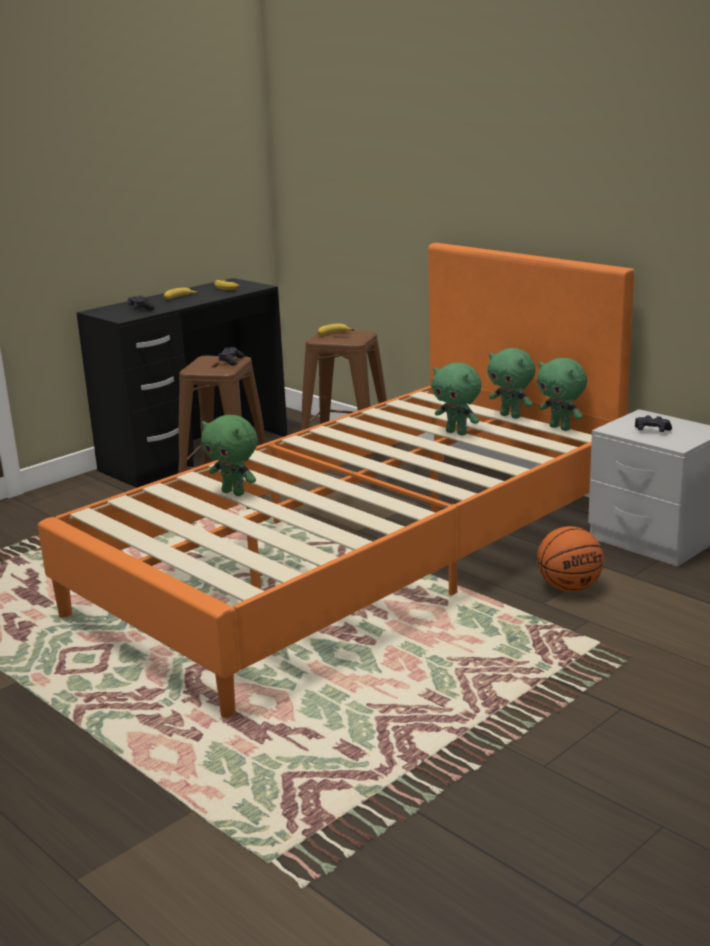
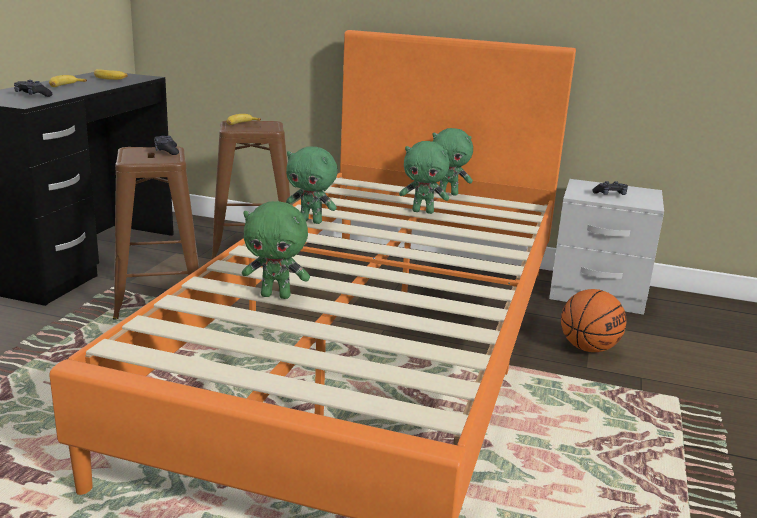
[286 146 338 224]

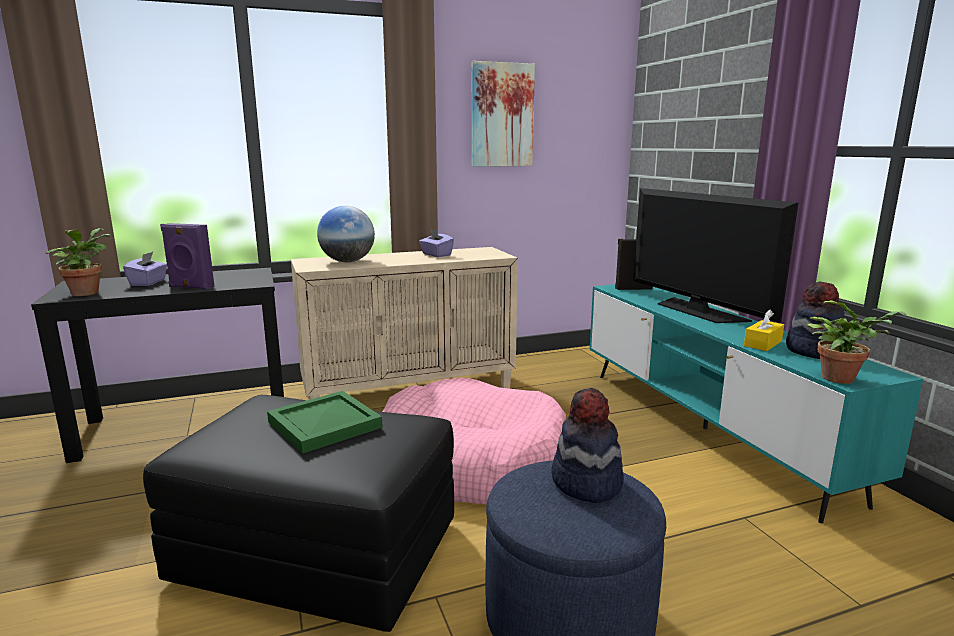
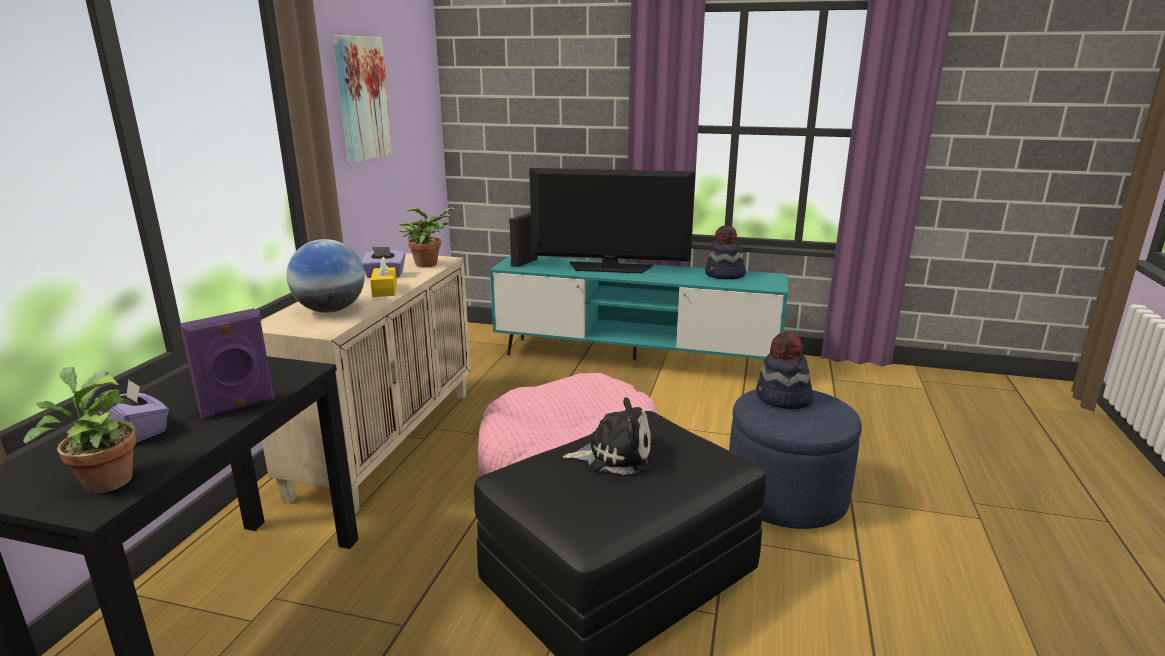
[370 257 397 297]
[399 208 456 267]
[563 397 651 475]

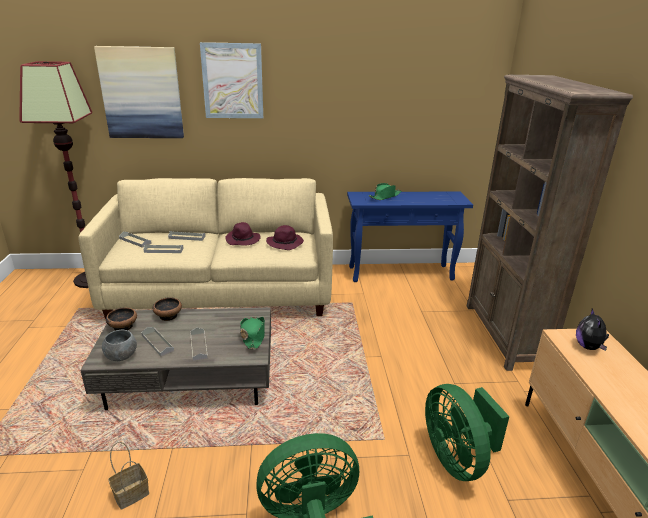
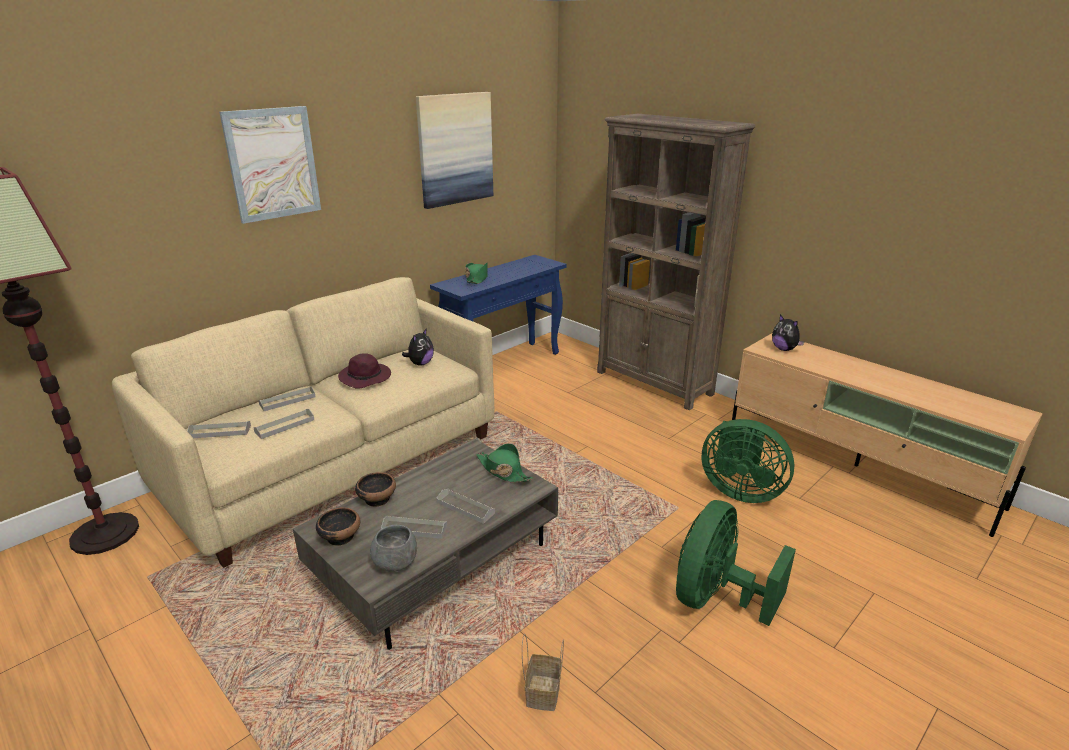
[402 328 434 366]
[416 92 493 209]

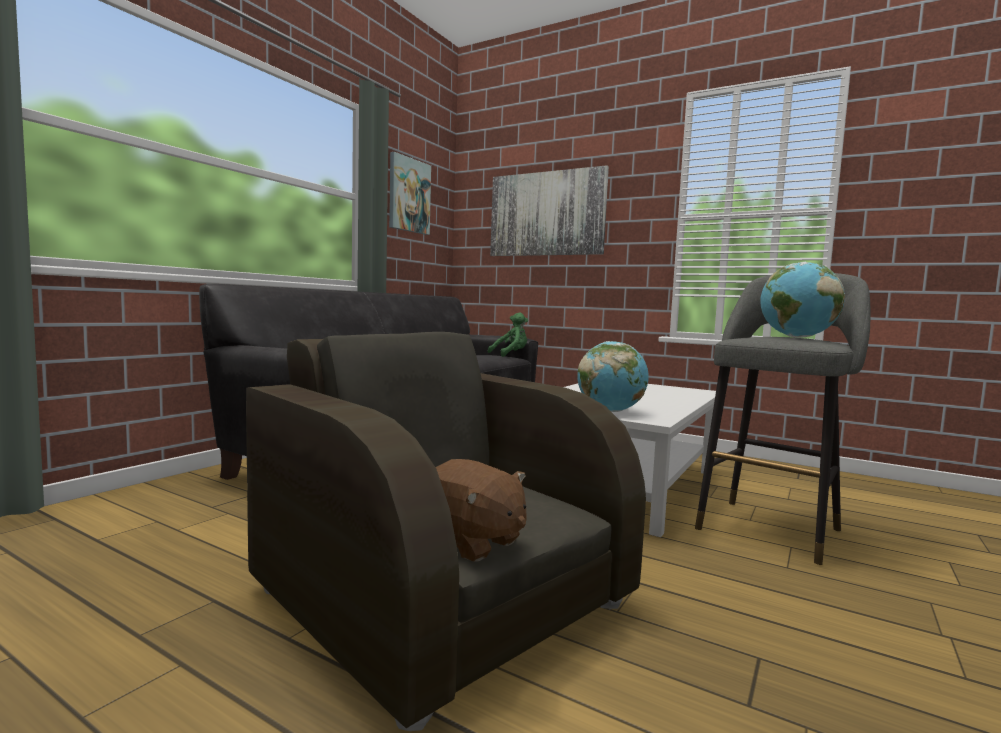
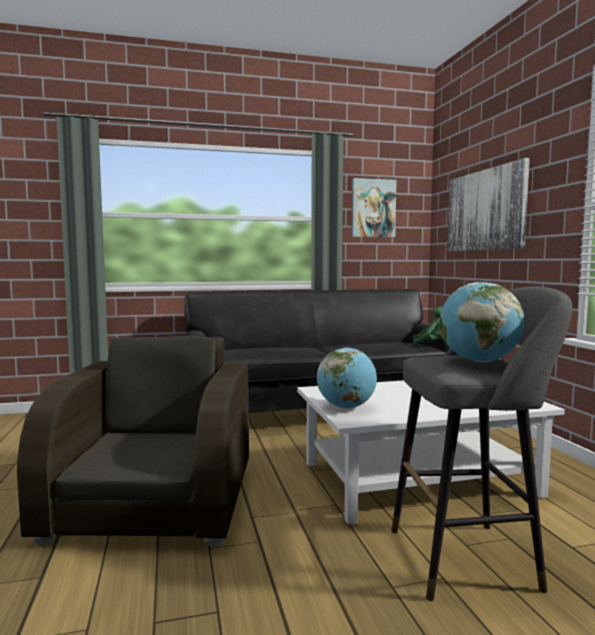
[436 459 527 562] (first image)

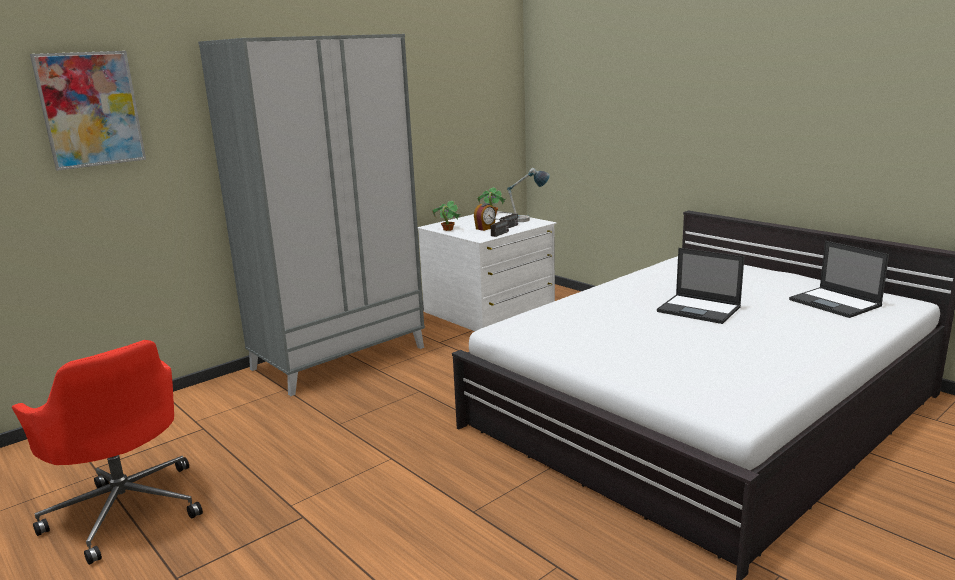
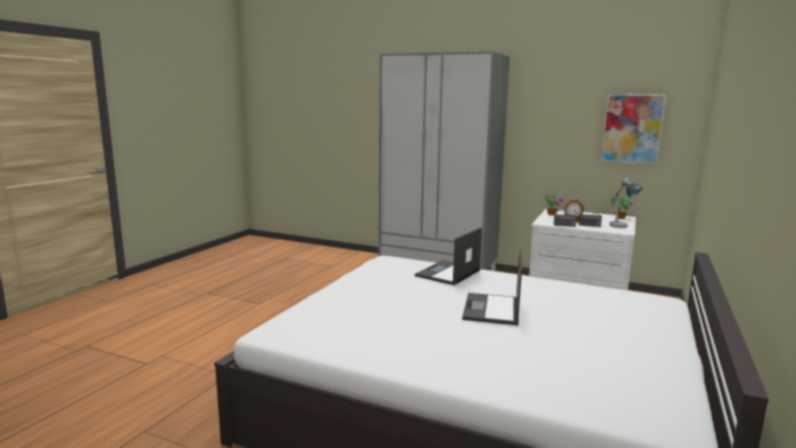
[415 227 482 285]
[600 94 666 165]
[12 340 203 565] (first image)

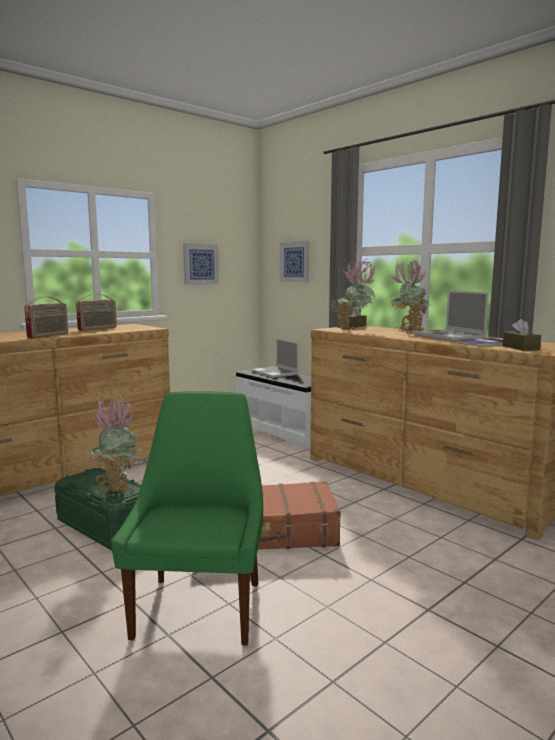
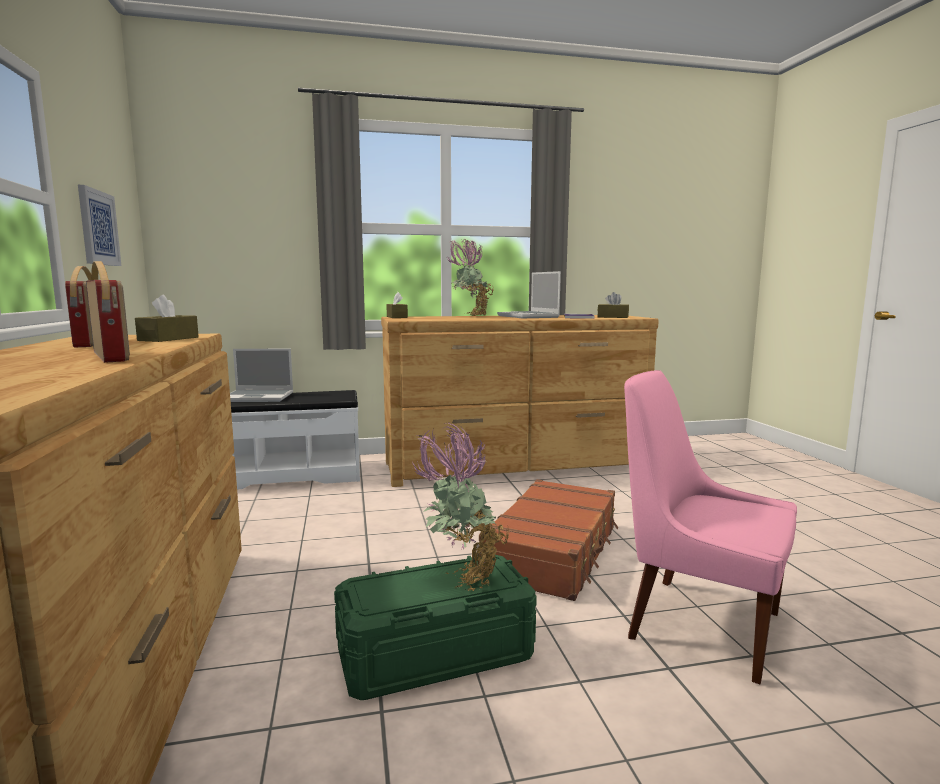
[135 295 199 342]
[497 271 561 318]
[624 370 797 684]
[280 241 309 282] (first image)
[330 259 376 332] (first image)

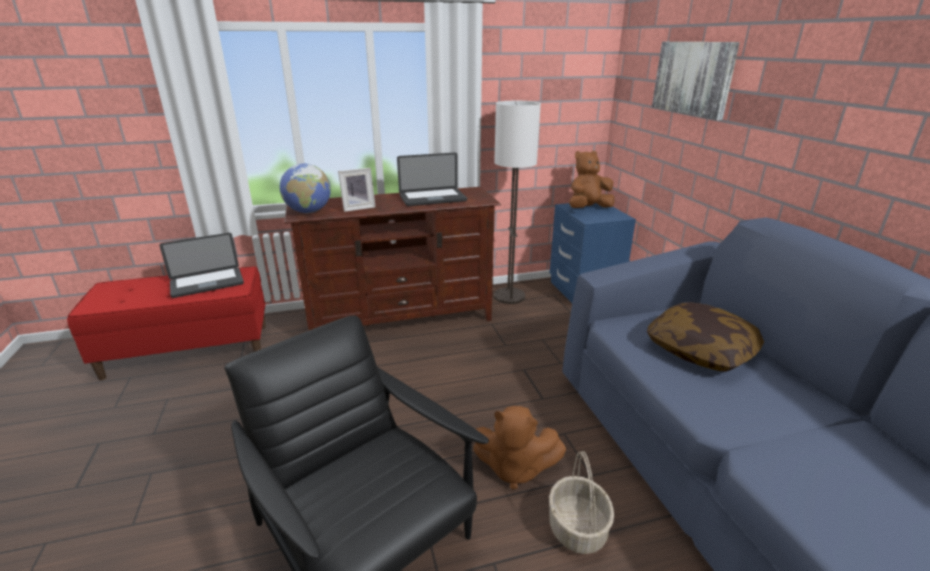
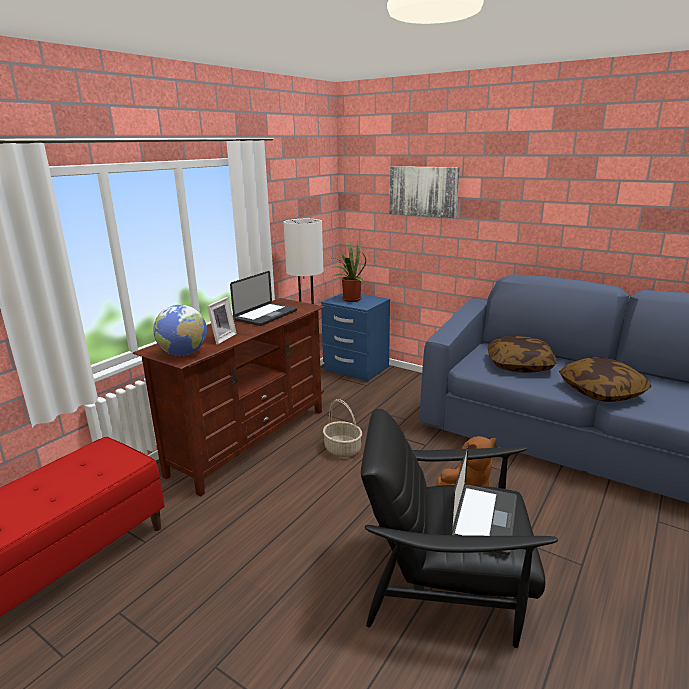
[323 399 362 457]
[333 241 366 302]
[450 443 517 555]
[559 357 652 402]

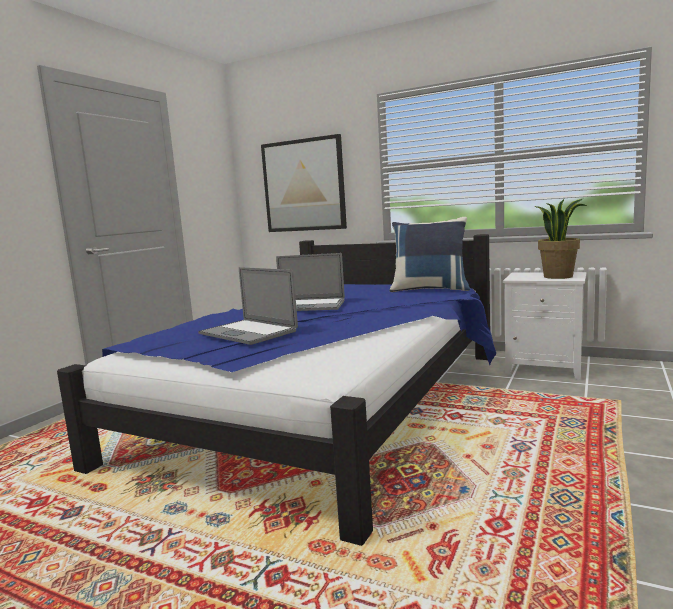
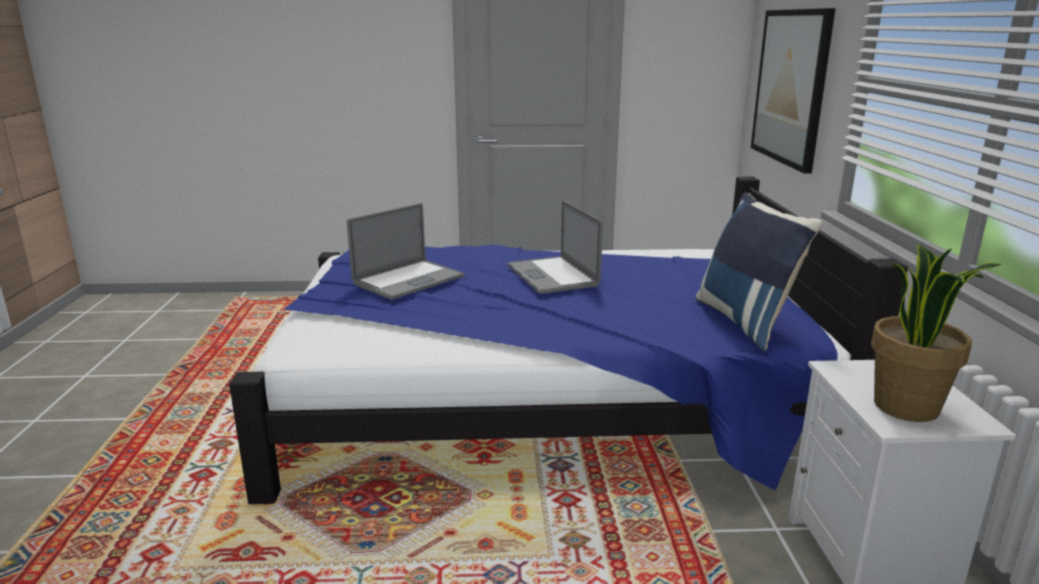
[347 203 465 300]

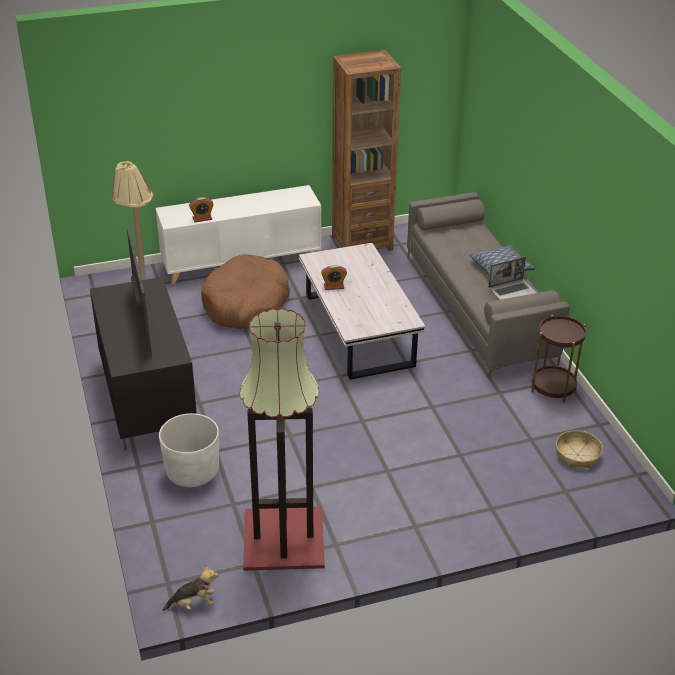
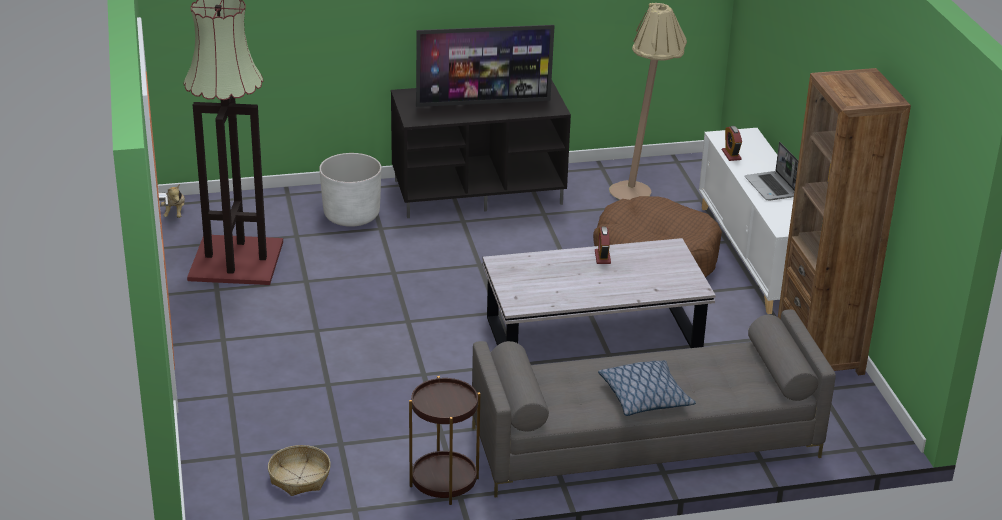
[745 142 799 200]

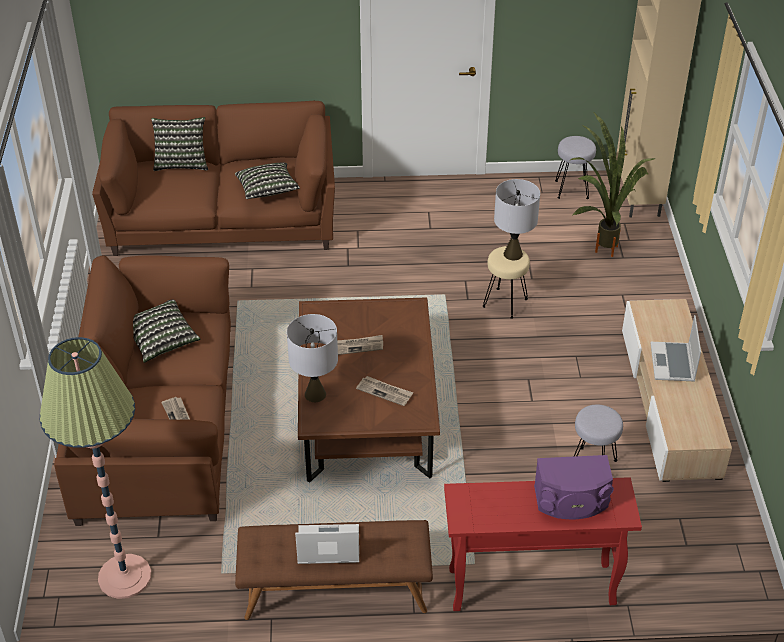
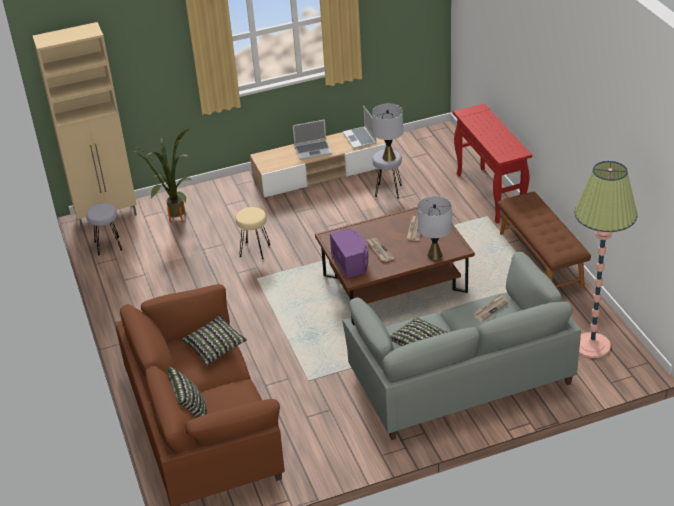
[330 228 368 278]
[342 106 376 149]
[342 252 581 440]
[372 104 403 162]

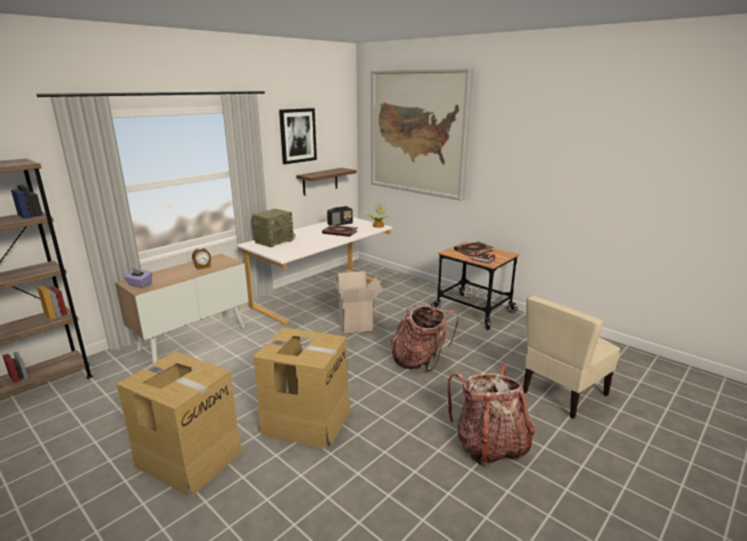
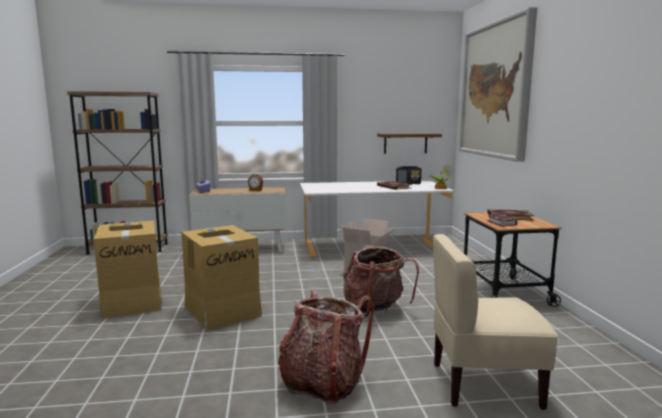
[252 209 295 248] (first image)
[279 108 317 164] (first image)

